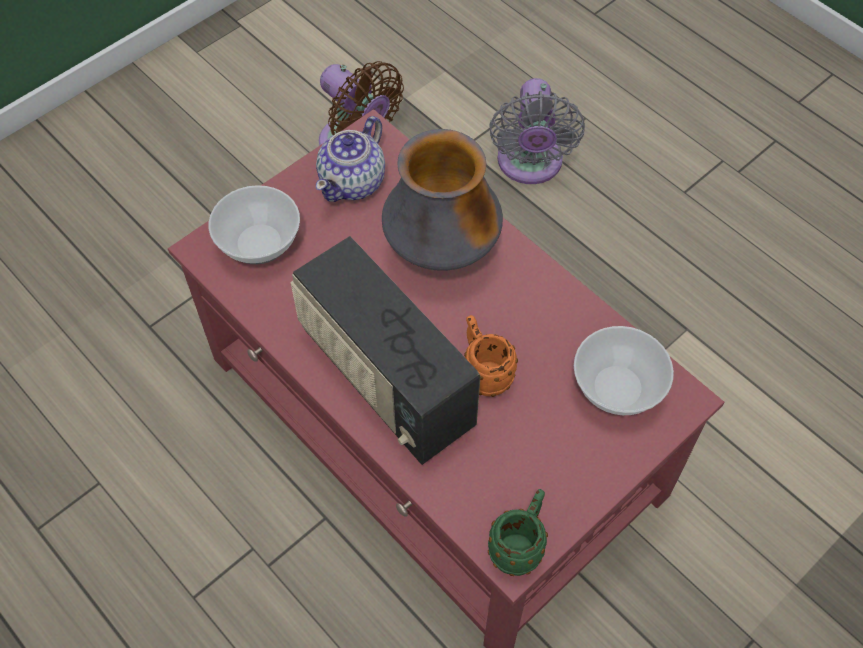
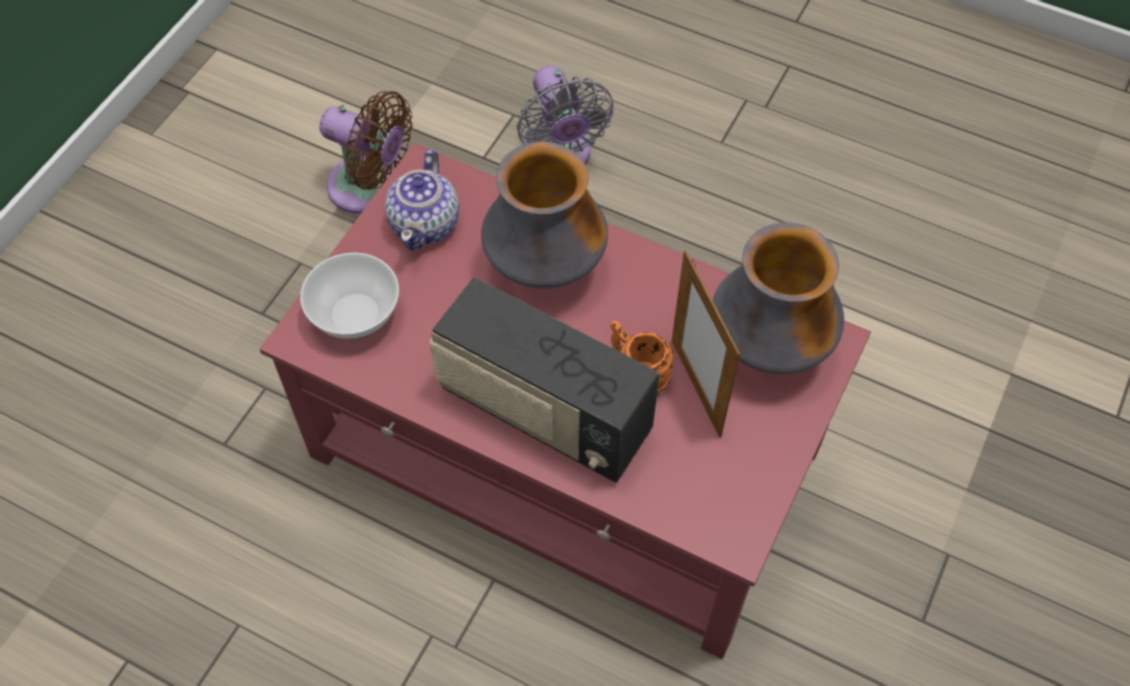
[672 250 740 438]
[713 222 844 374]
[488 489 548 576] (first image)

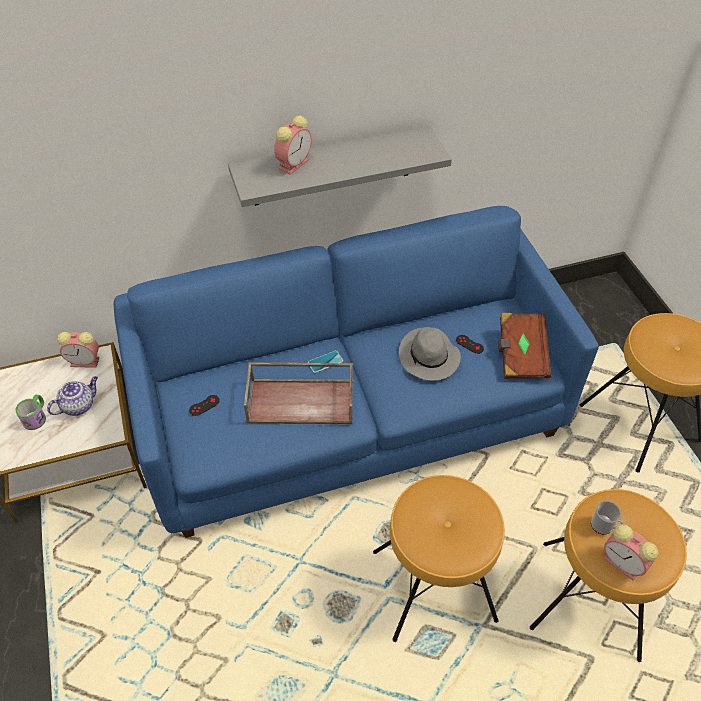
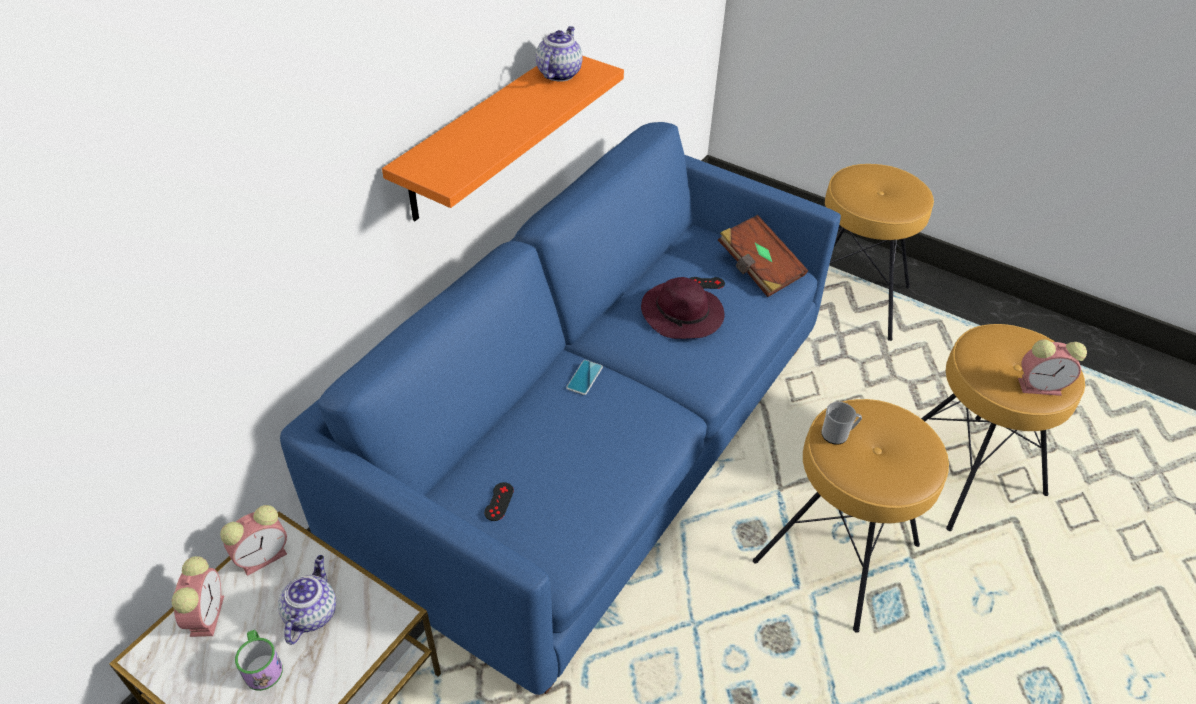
[172 556 224 637]
[382 56 624 221]
[536 26 583 82]
[641 277 725 339]
[822 402 862 445]
[244 363 353 424] (first image)

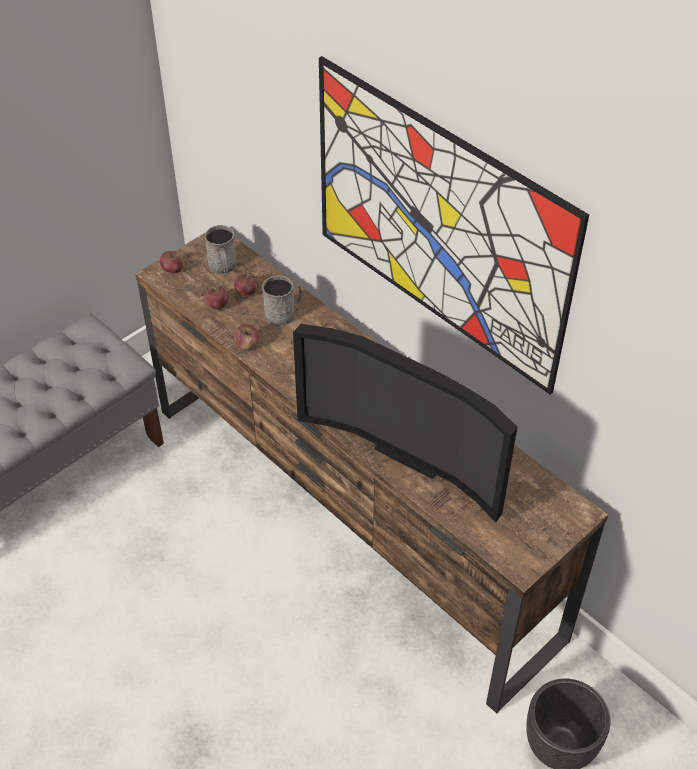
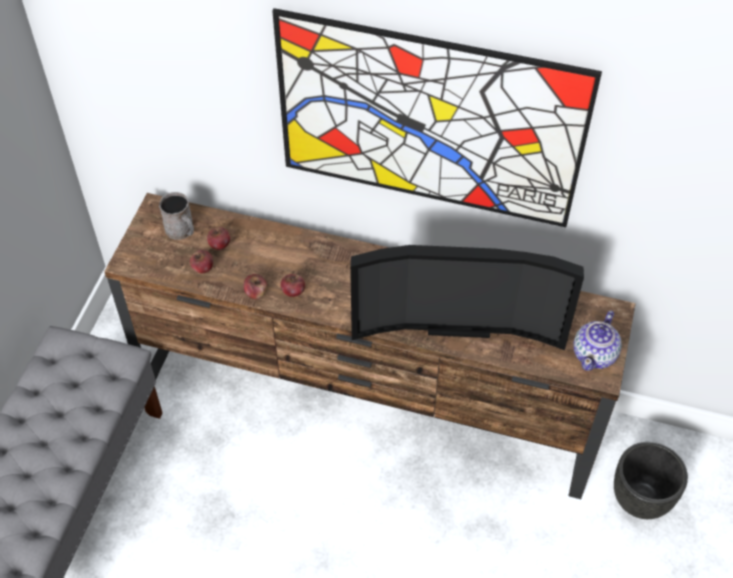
[281 274 305 297]
[573 311 622 371]
[262 275 302 326] (first image)

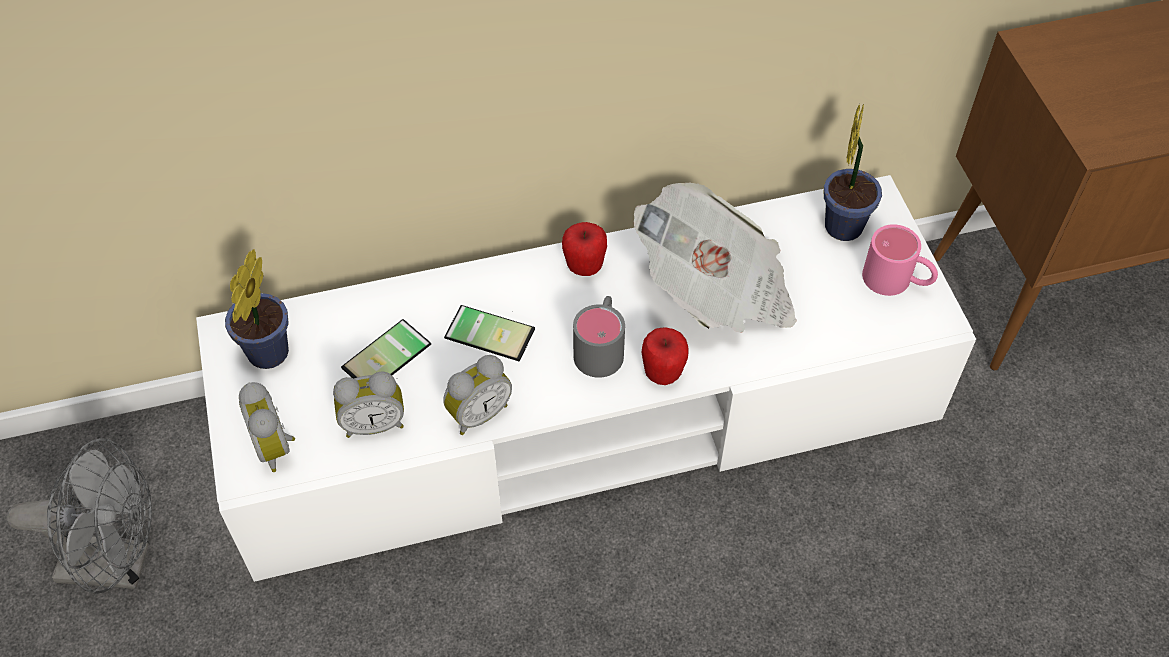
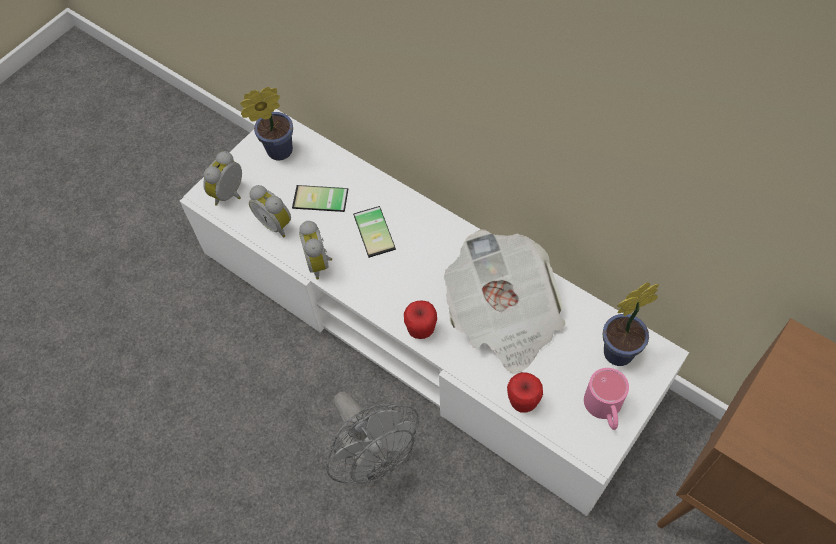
[299 221 332 280]
[326 391 419 484]
[507 372 543 413]
[573 296 625 378] (first image)

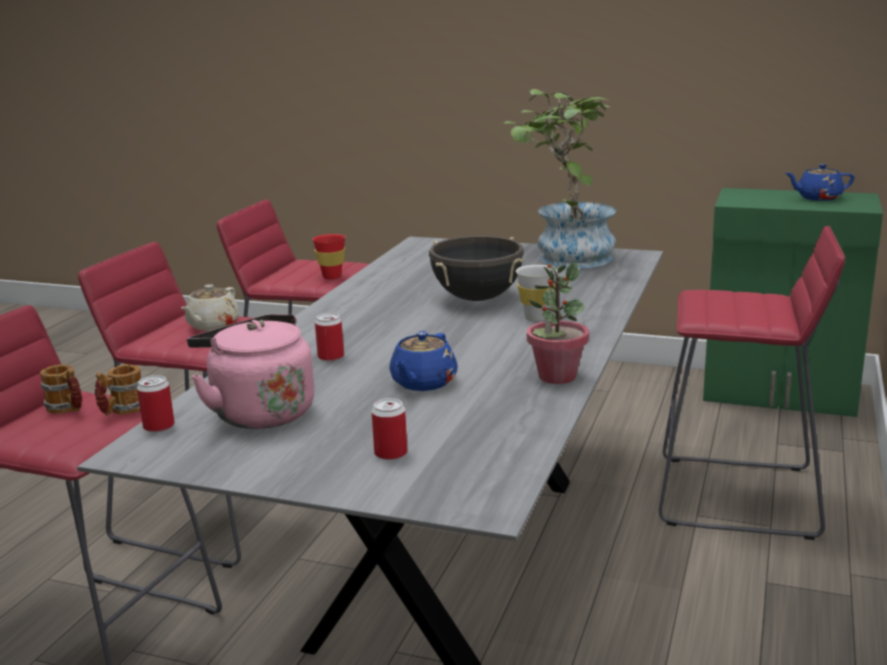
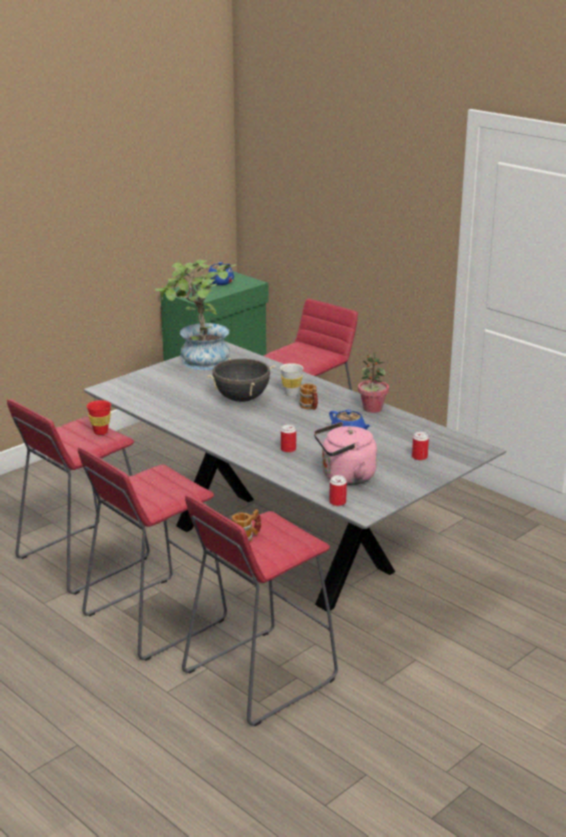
[299 383 318 410]
[181 284 239 331] (first image)

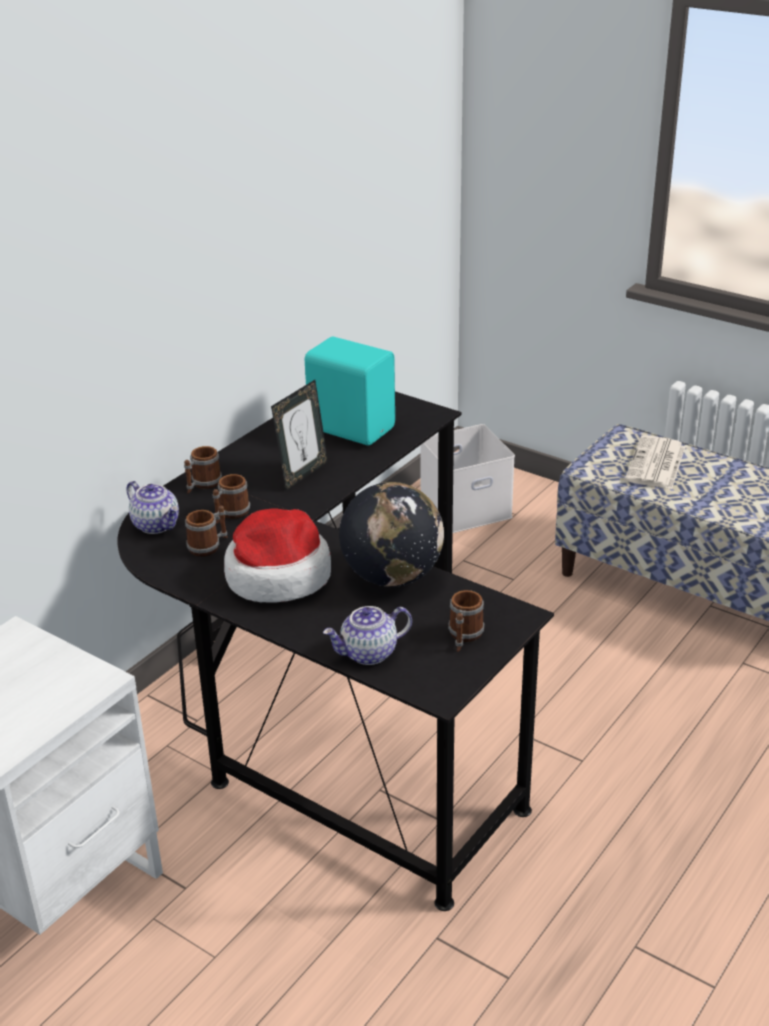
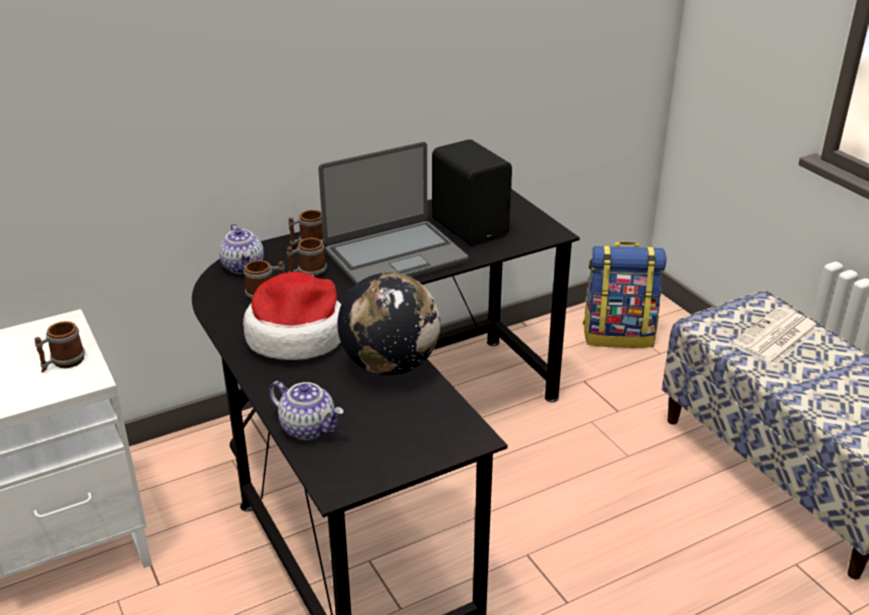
[34 321 85 372]
[269 381 344 440]
[318 142 468 284]
[432 139 512 246]
[583 242 667 348]

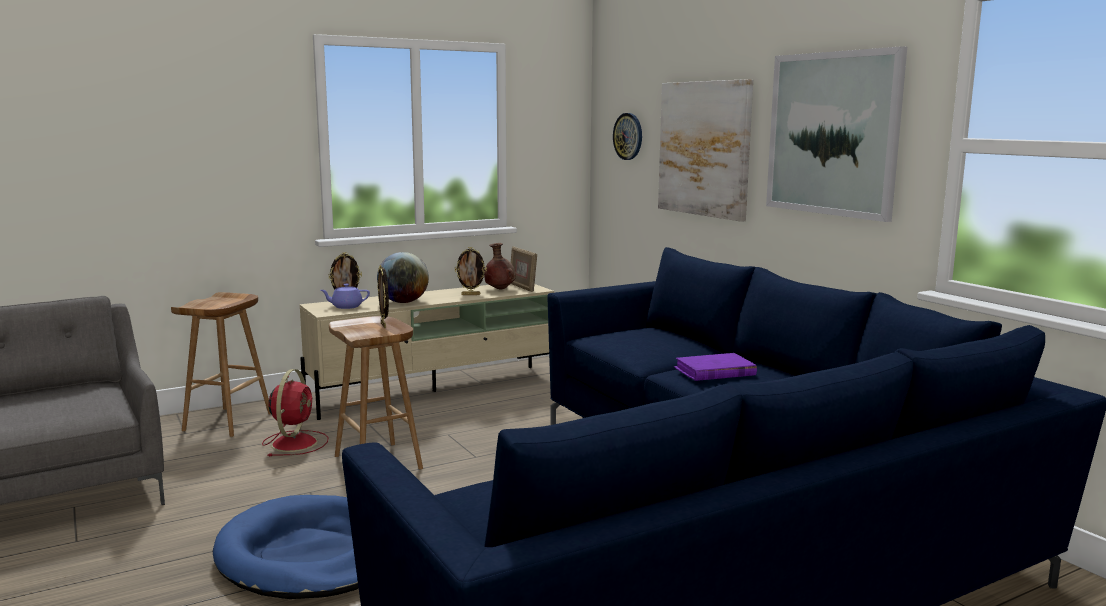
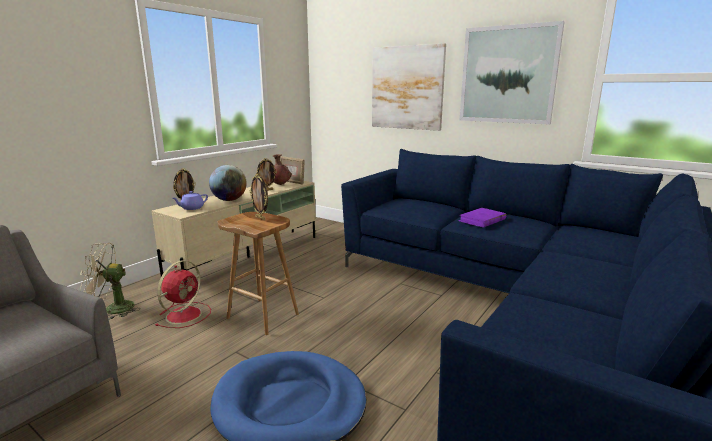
[80 243 141 320]
[156 260 211 328]
[613 113 642 160] (first image)

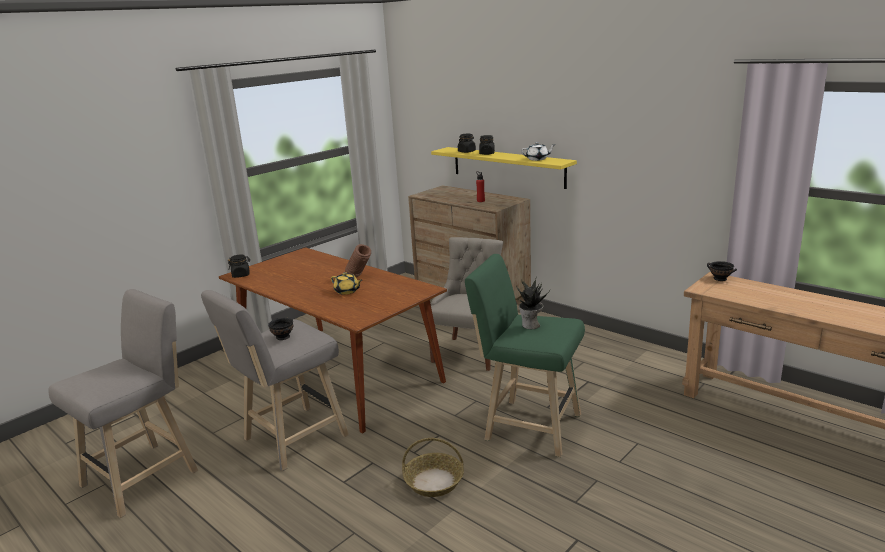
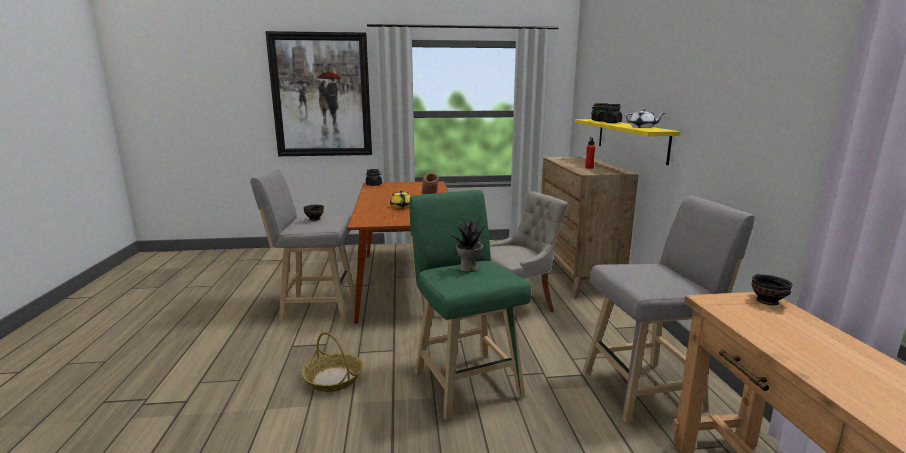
[265 31 372 156]
[583 196 755 423]

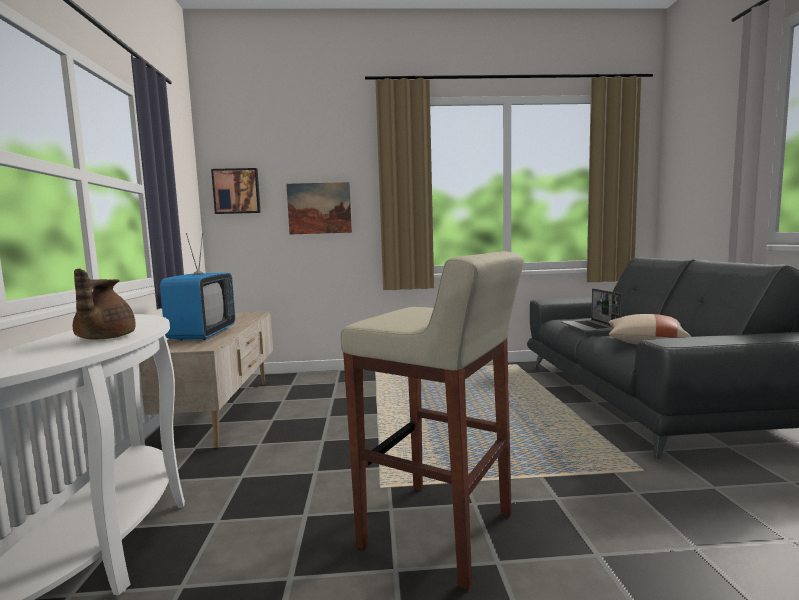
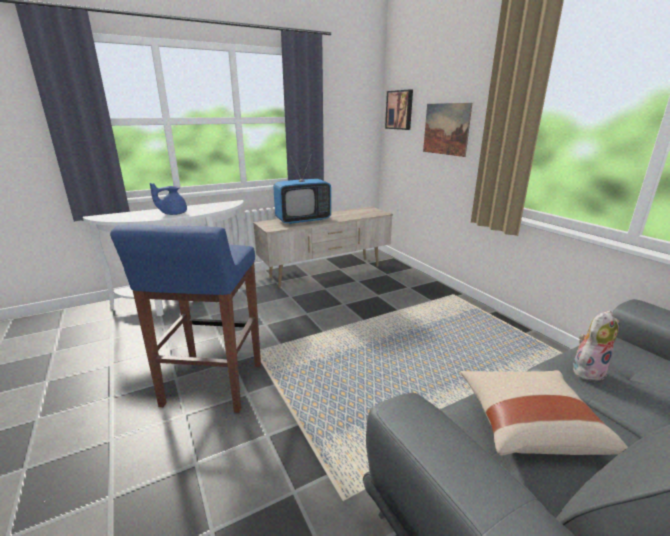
[110 224 261 413]
[150 183 187 215]
[573 311 620 381]

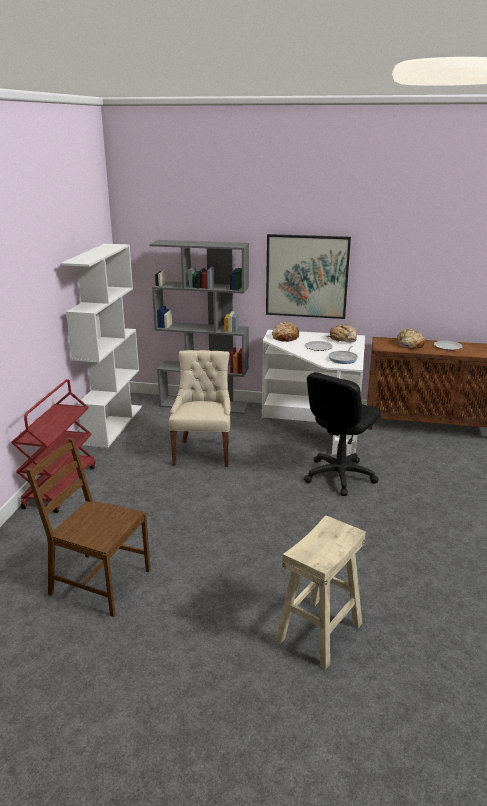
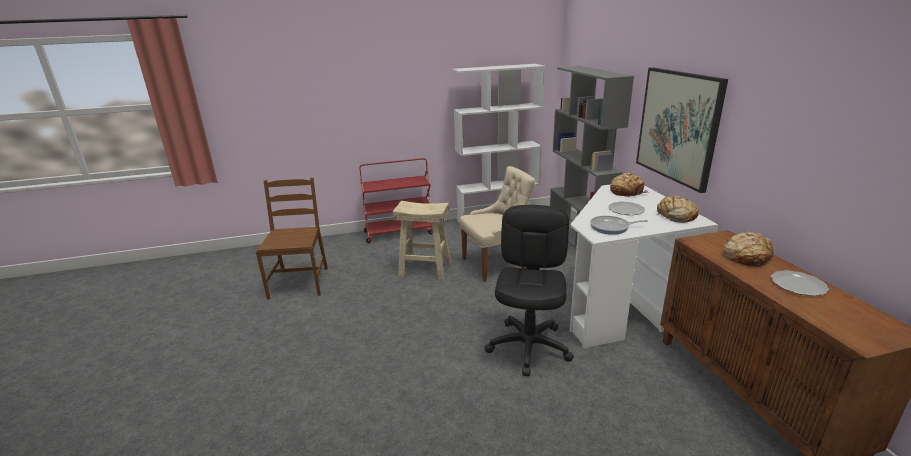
[393 201 451 281]
[485 205 574 376]

